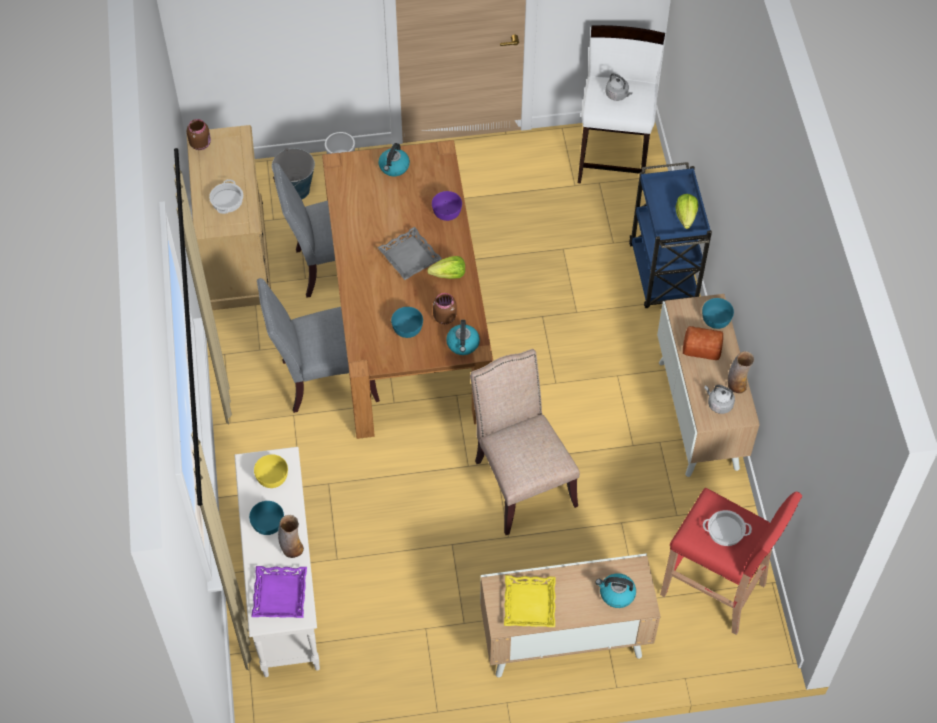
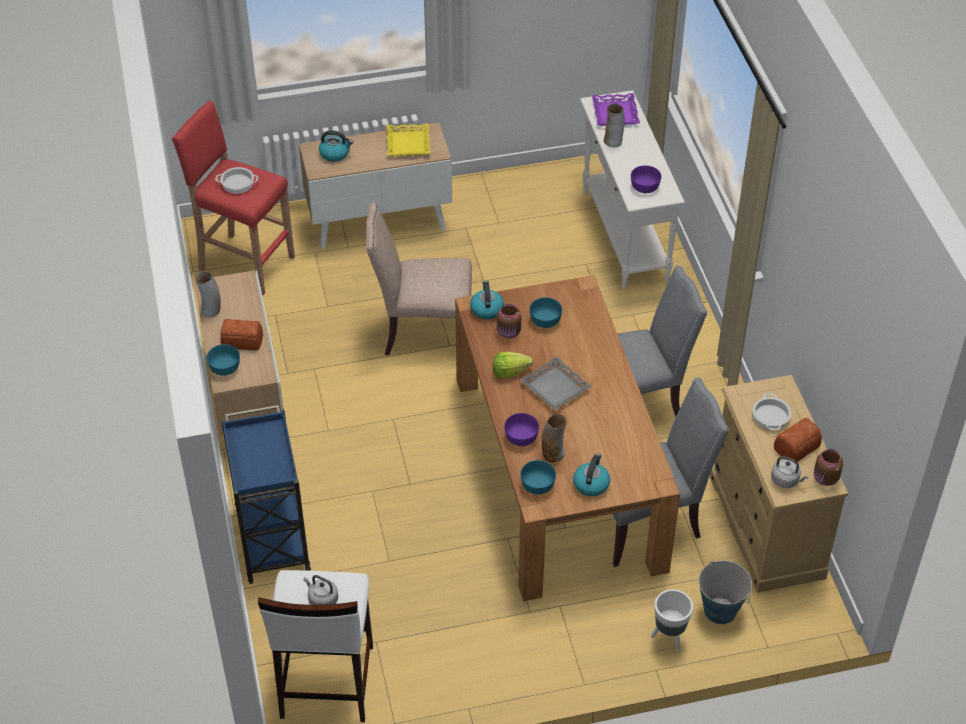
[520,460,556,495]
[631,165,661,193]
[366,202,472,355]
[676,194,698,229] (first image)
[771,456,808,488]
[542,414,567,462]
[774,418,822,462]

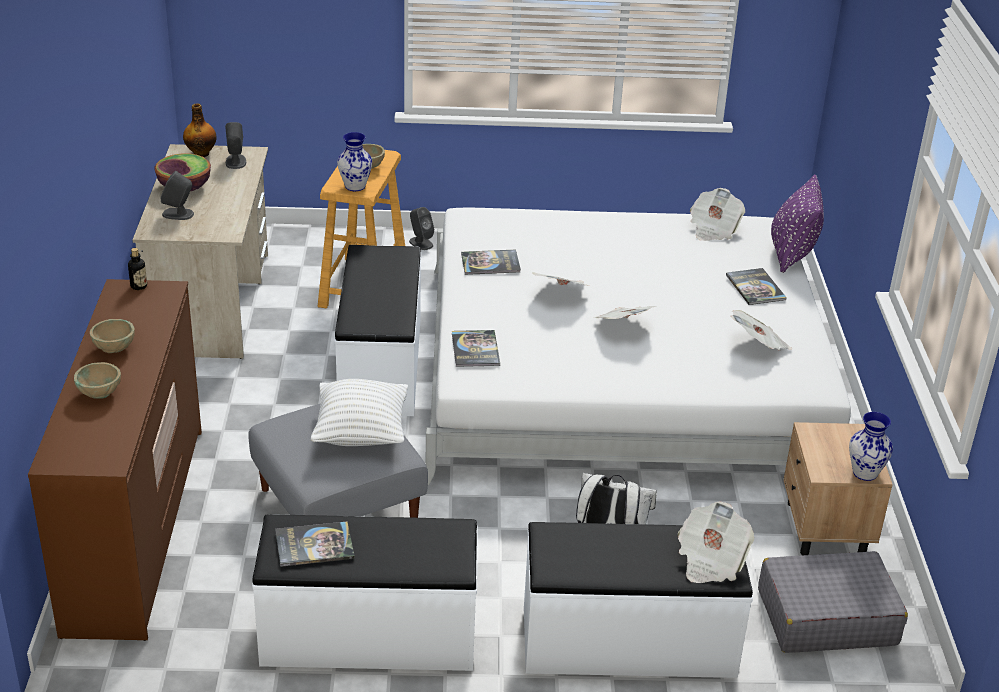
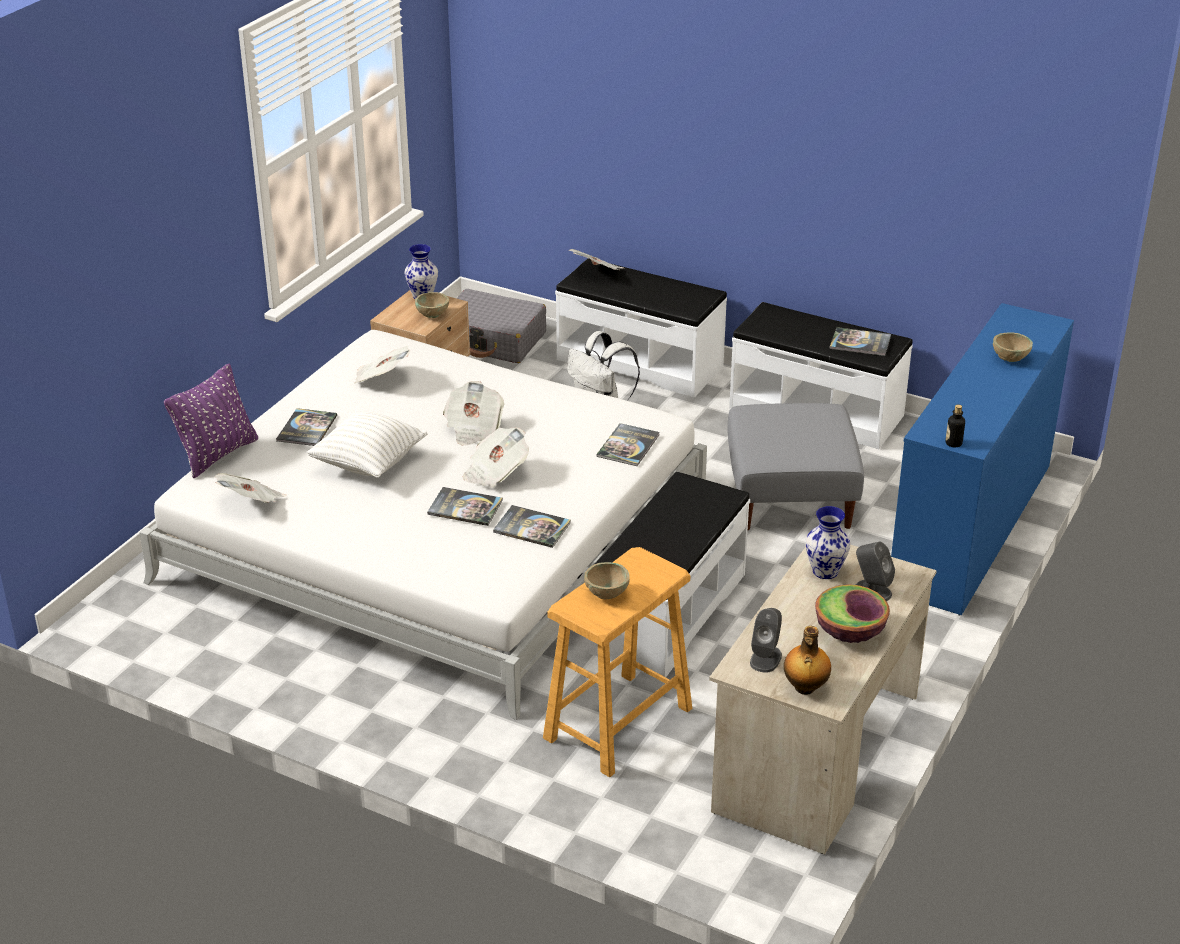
[891,303,1074,616]
[415,292,449,318]
[306,410,427,478]
[806,506,851,579]
[409,207,434,250] (first image)
[427,487,503,526]

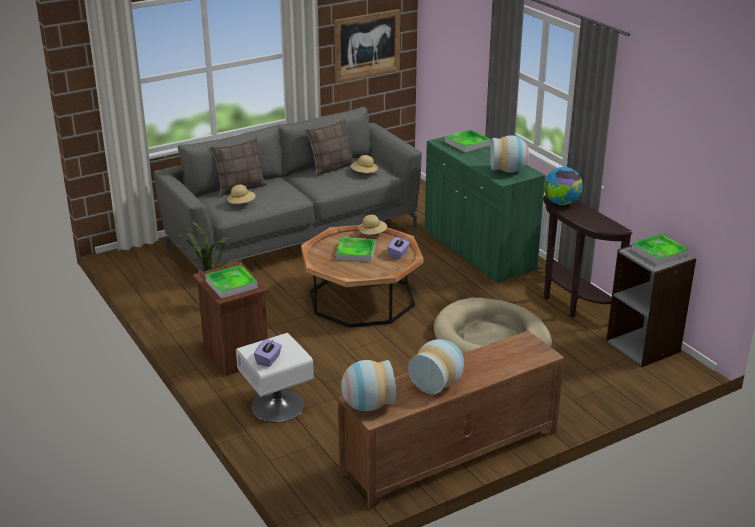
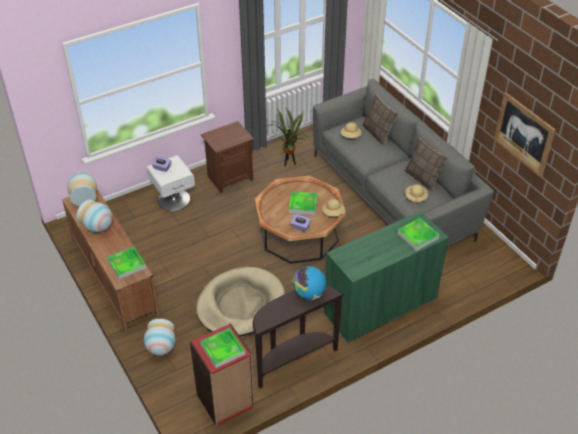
[107,247,146,280]
[144,319,175,356]
[190,323,255,426]

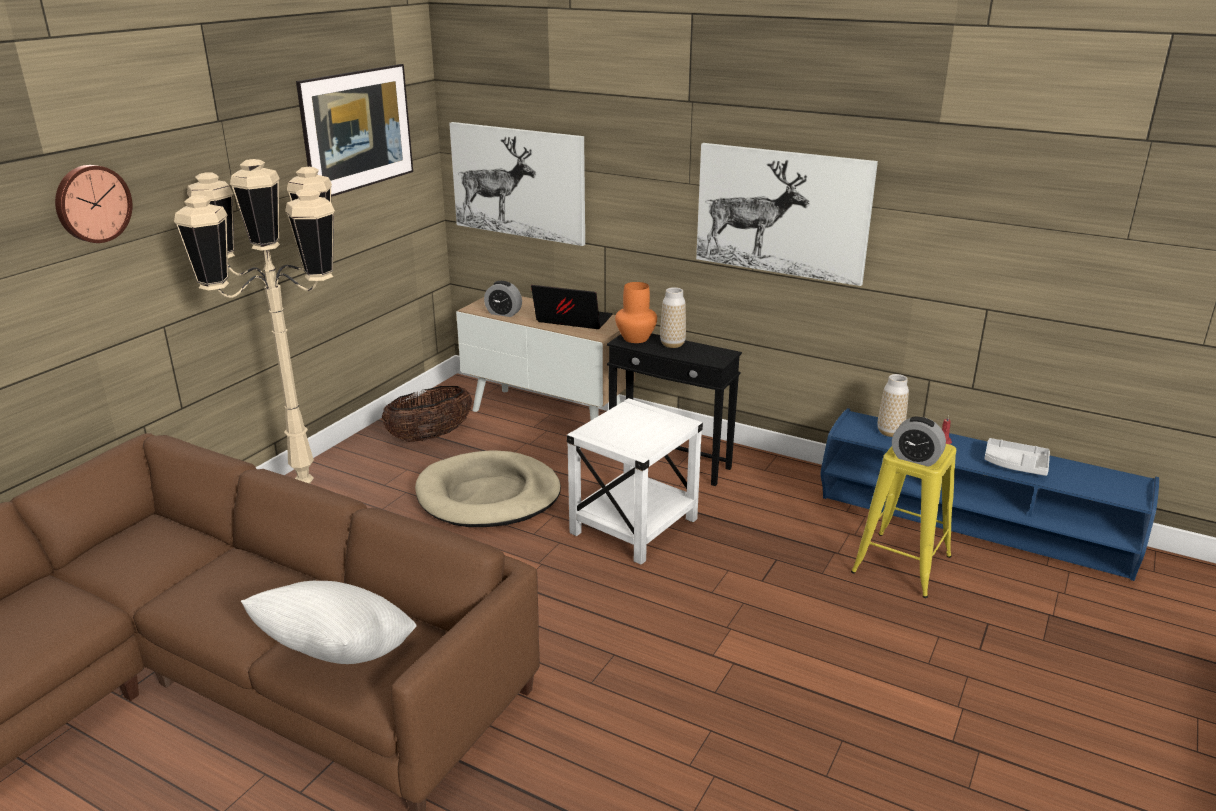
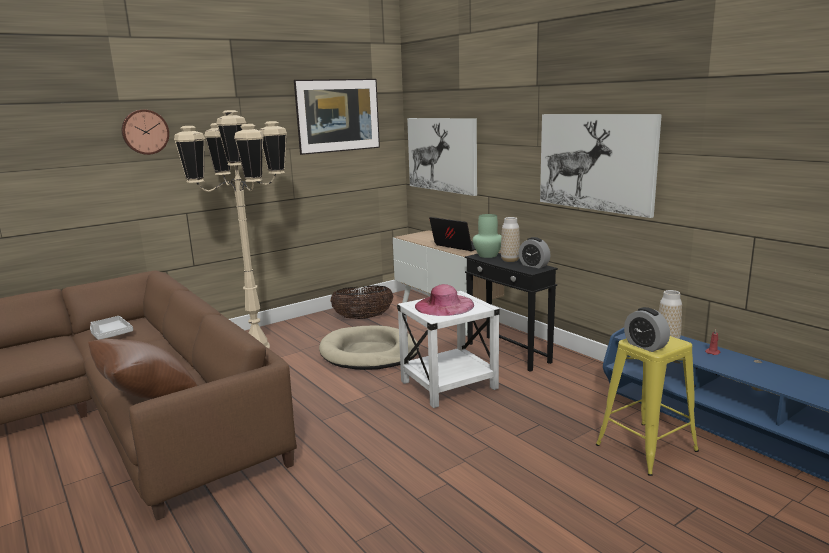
[88,339,197,399]
[519,237,551,268]
[473,214,501,258]
[90,316,133,340]
[415,284,474,316]

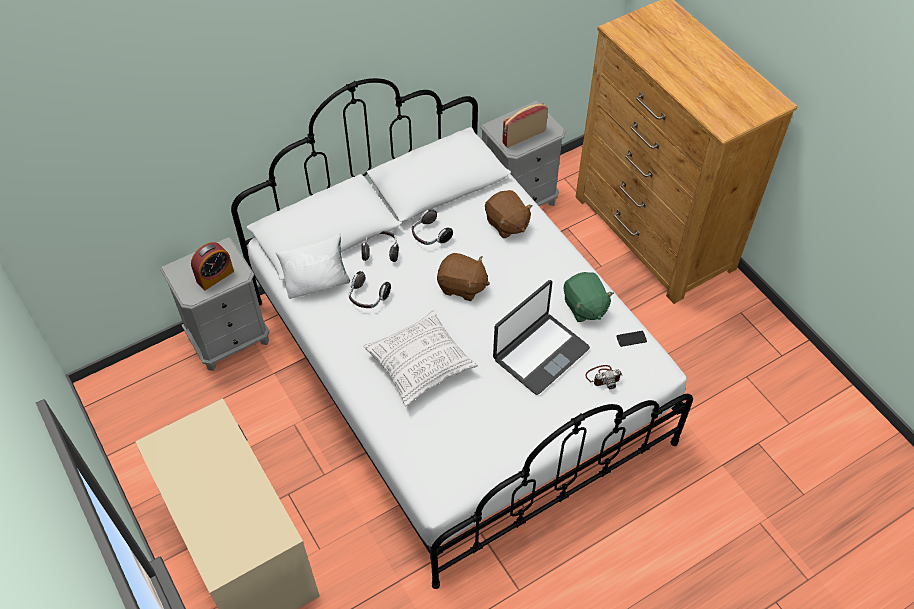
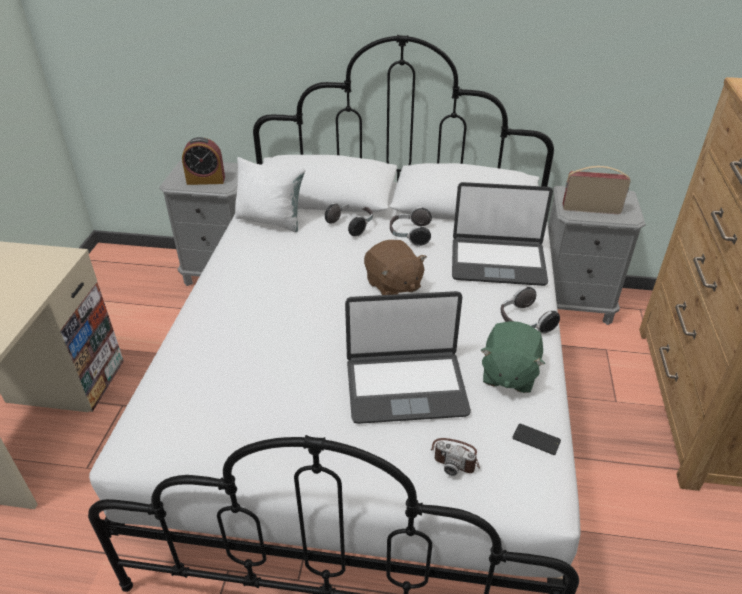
[500,286,560,334]
[364,310,478,406] (first image)
[452,182,553,286]

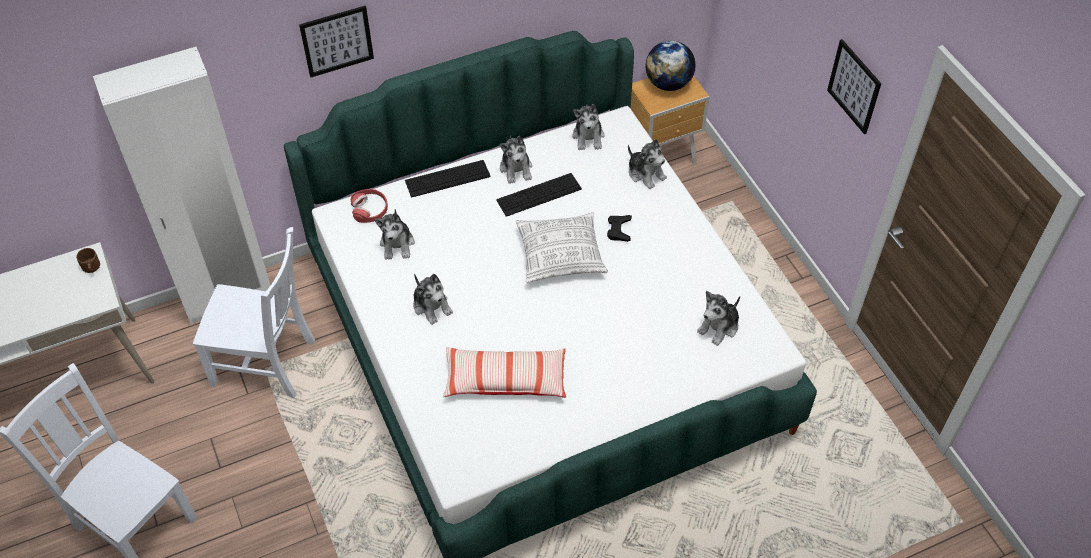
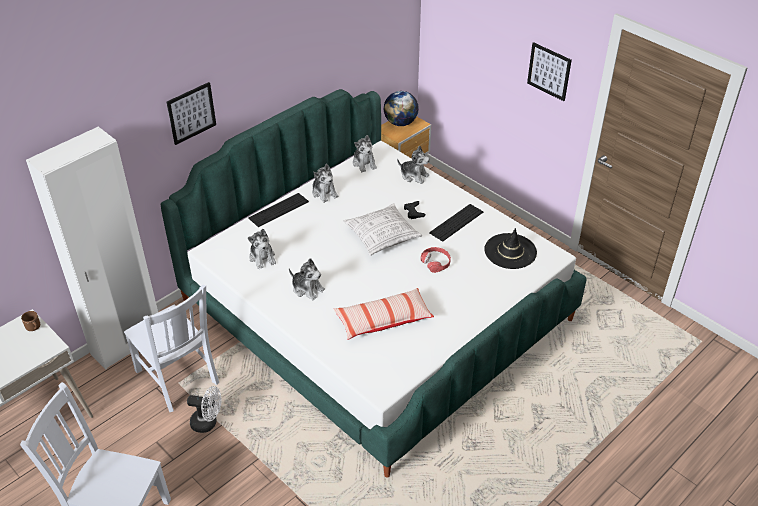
[124,285,219,412]
[420,247,451,273]
[429,204,483,242]
[484,228,537,269]
[187,386,222,433]

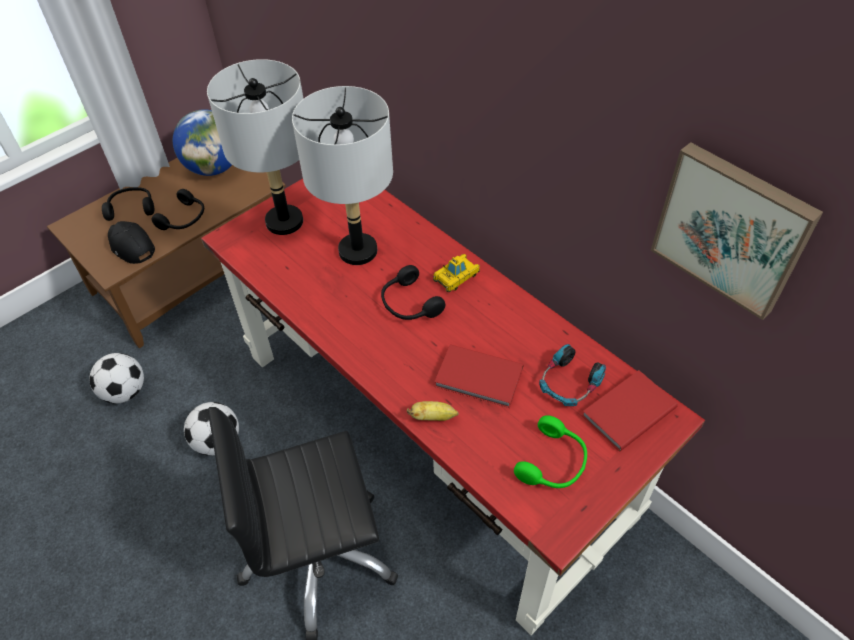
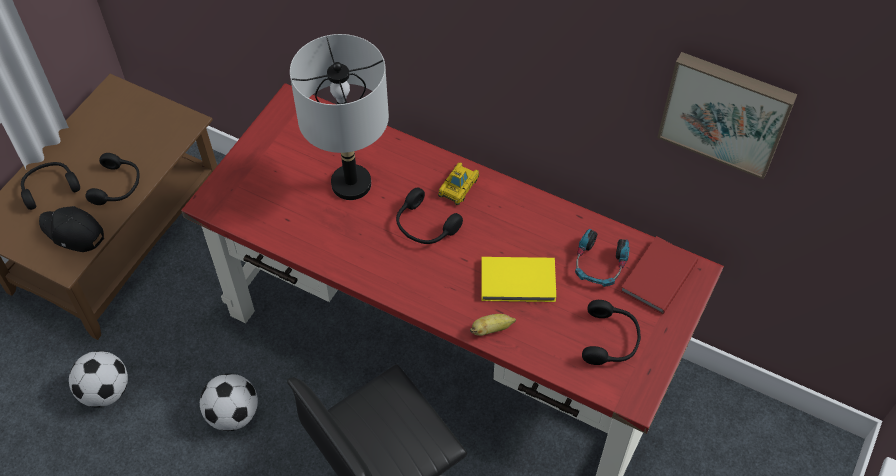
[173,109,232,176] (first image)
[207,59,303,235] (first image)
[481,257,557,302]
[582,300,641,365]

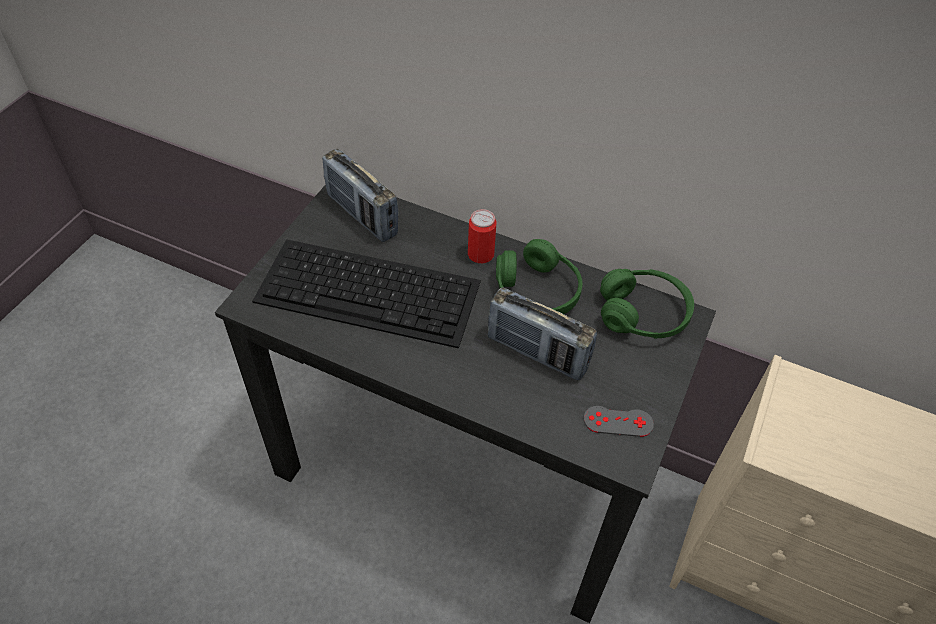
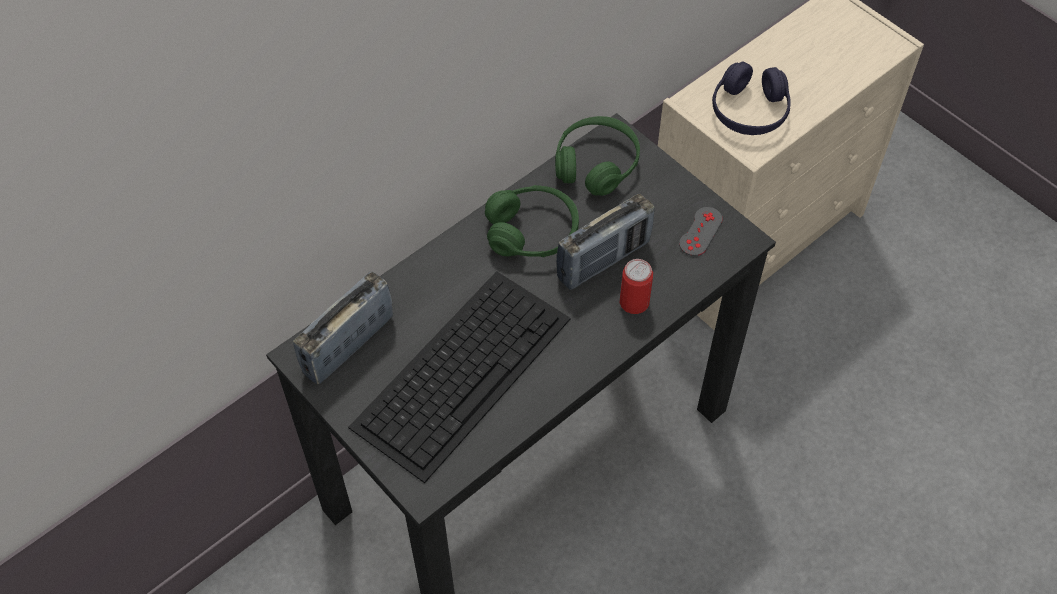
[293,271,393,384]
[620,259,653,314]
[712,61,791,135]

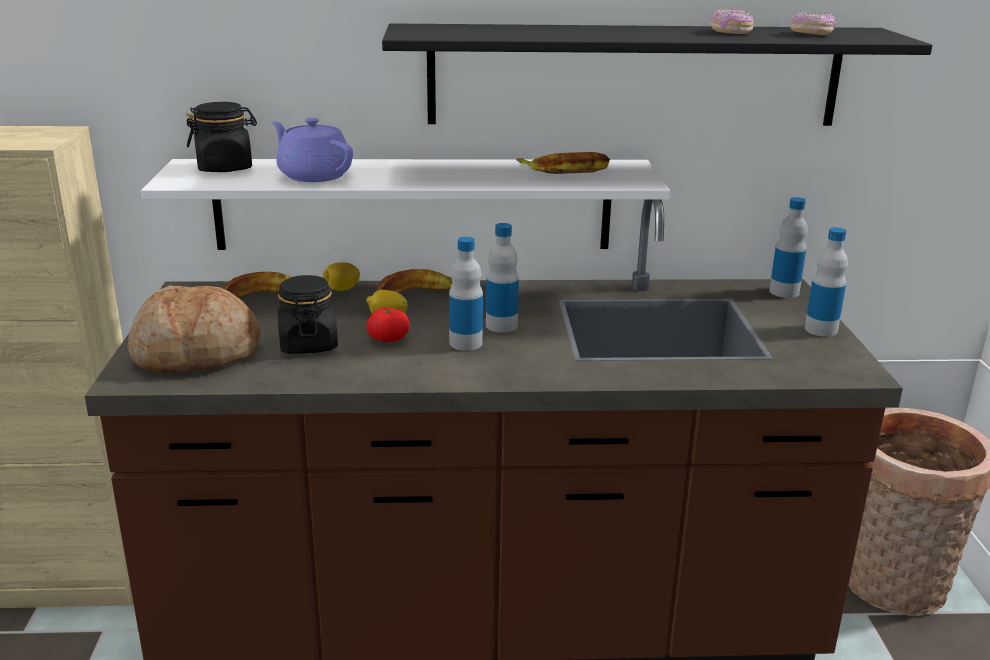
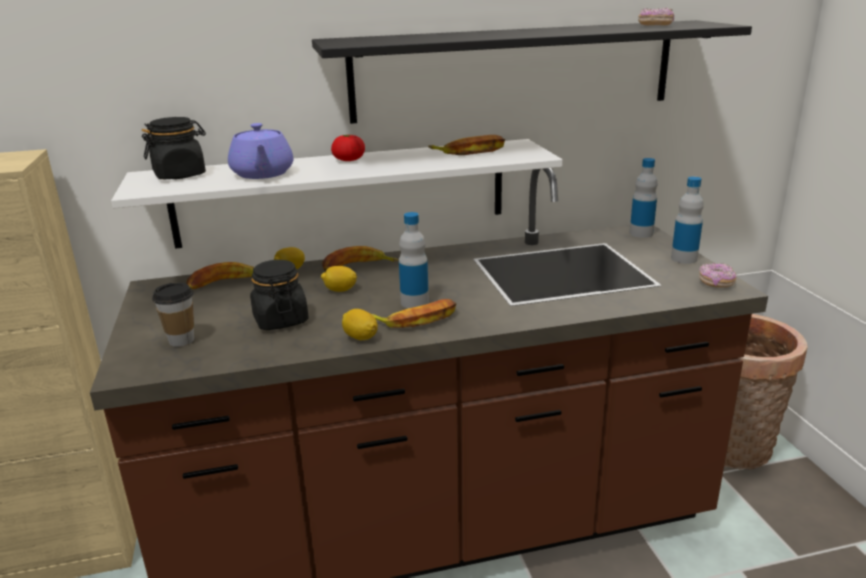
[152,282,194,347]
[228,123,293,179]
[331,135,365,161]
[486,223,519,333] (first image)
[699,263,736,287]
[342,309,378,340]
[371,299,456,328]

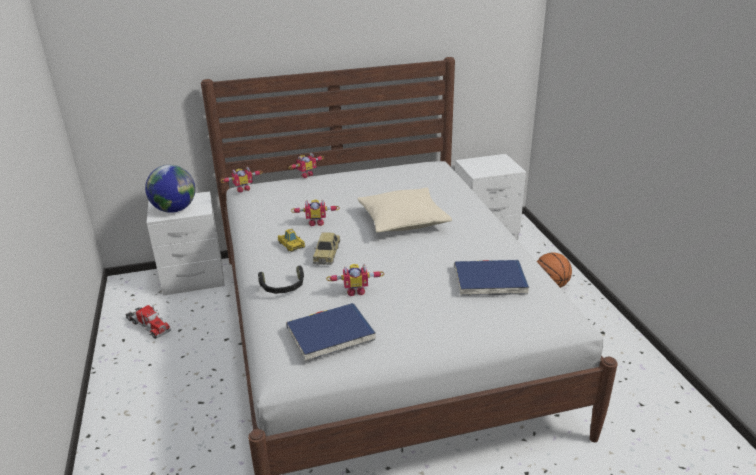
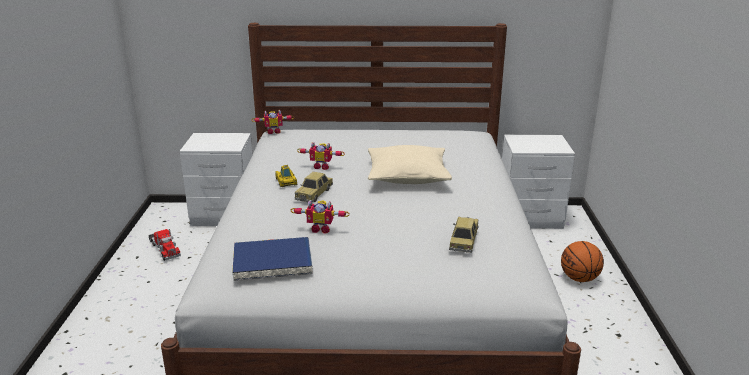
[145,165,195,213] (first image)
[258,266,304,294] (first image)
[288,153,324,178] (first image)
[449,217,479,253]

